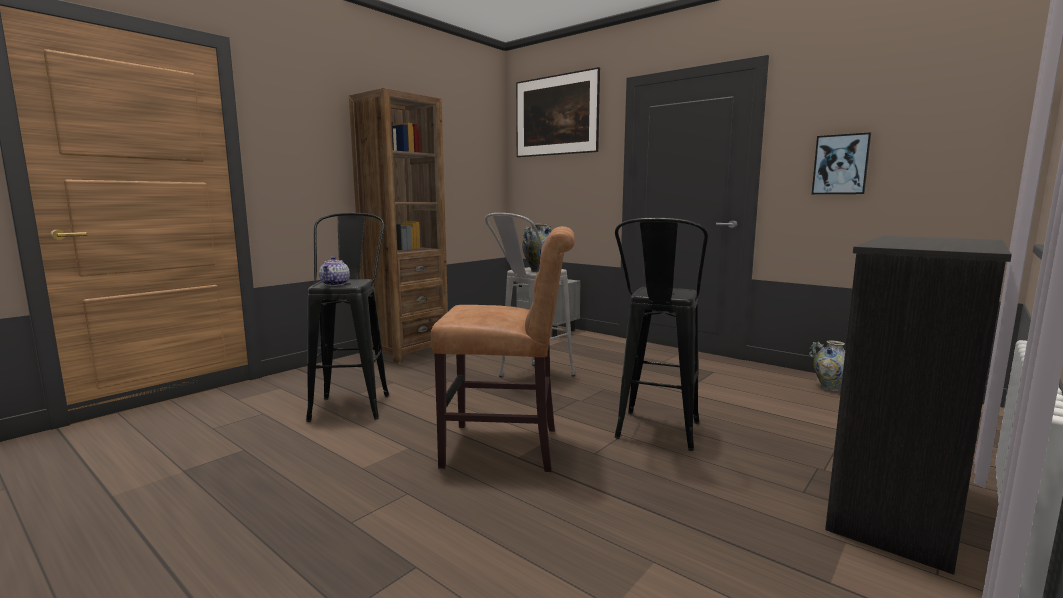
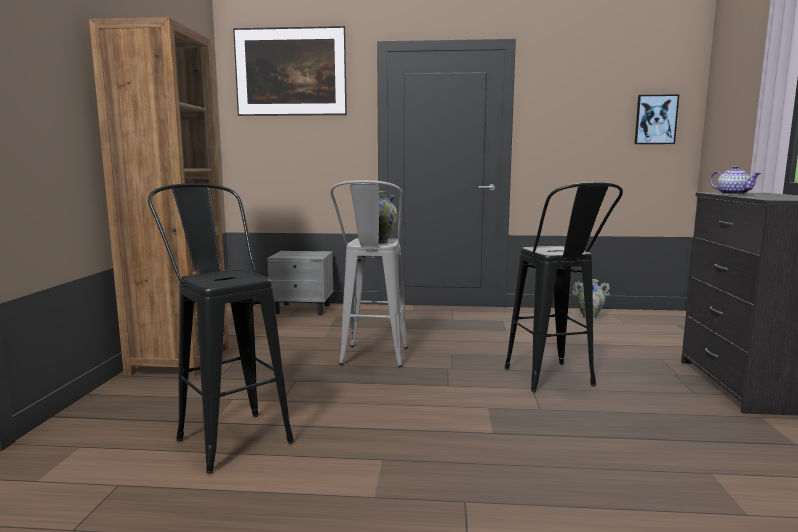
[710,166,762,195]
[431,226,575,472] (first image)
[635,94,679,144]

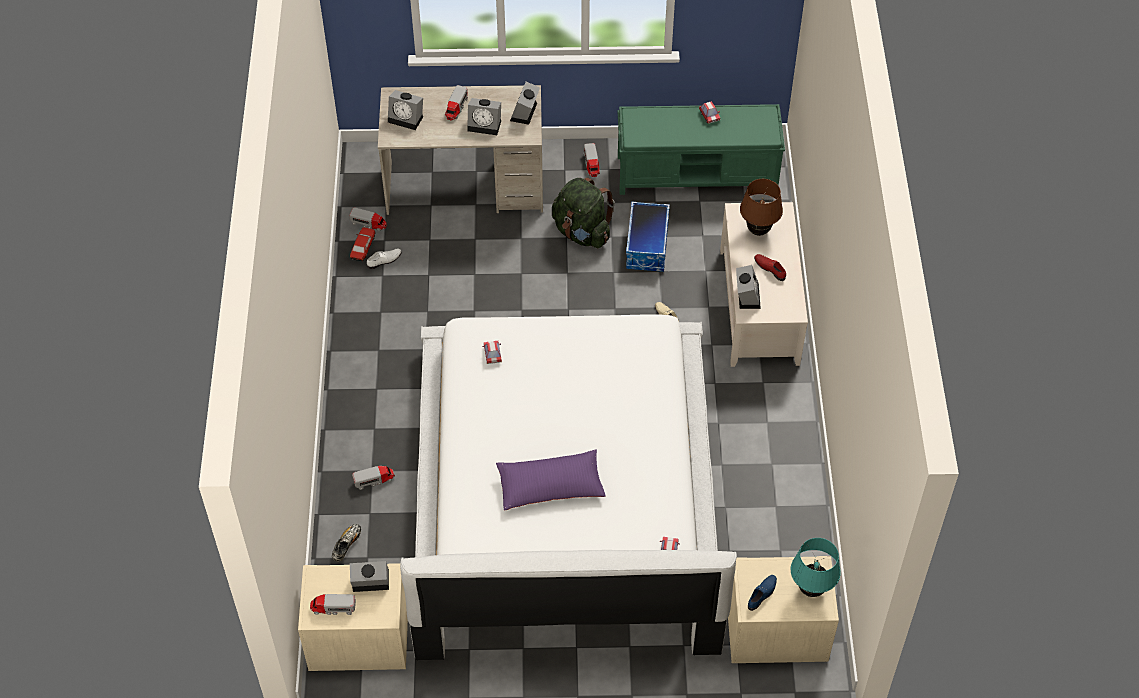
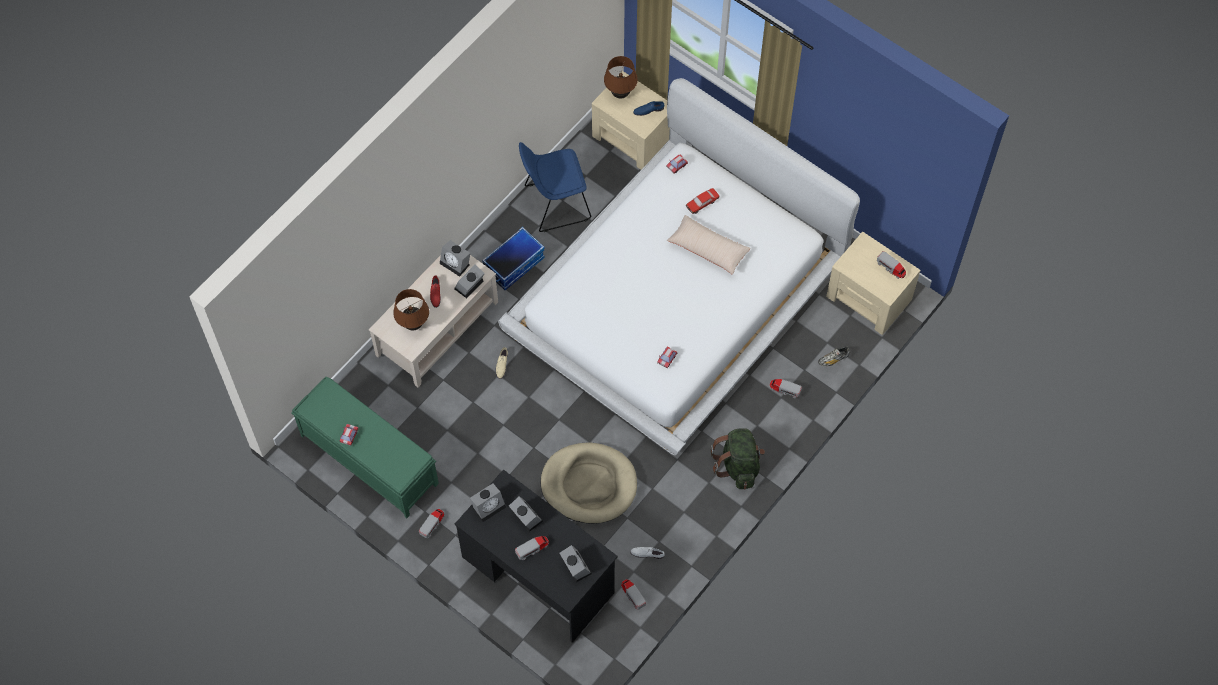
[686,188,719,214]
[440,240,470,277]
[455,469,618,643]
[667,215,751,275]
[711,428,765,489]
[482,227,545,290]
[604,56,638,99]
[519,142,591,232]
[541,442,637,524]

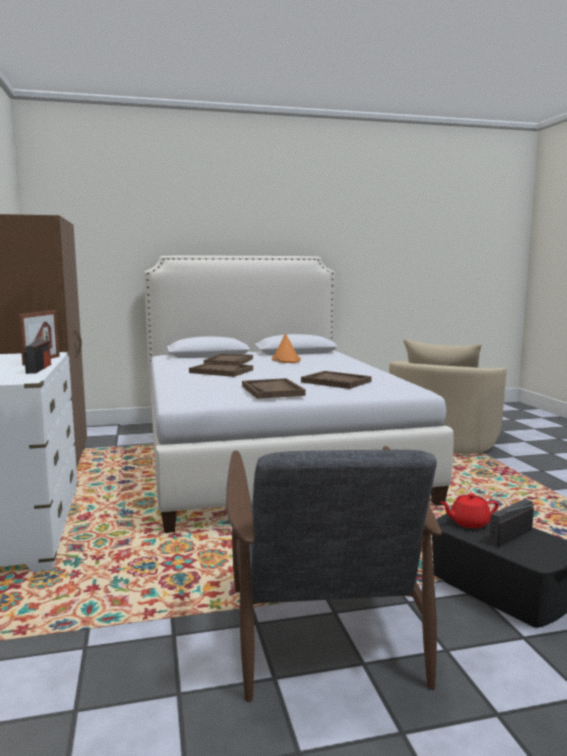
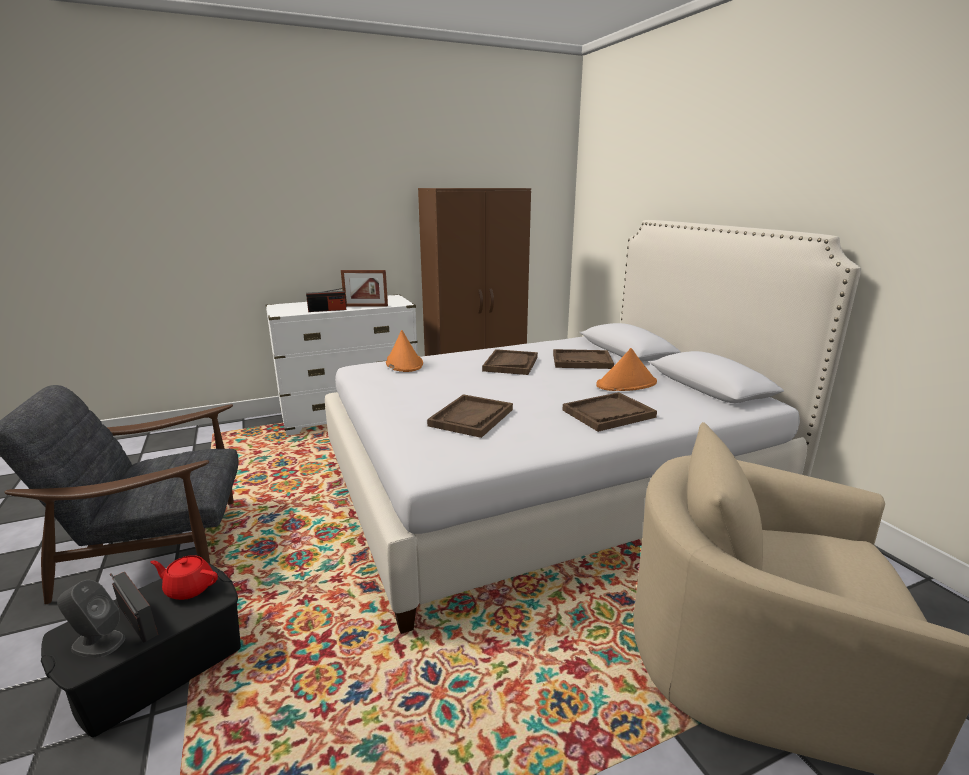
[562,392,657,432]
[150,555,218,600]
[57,580,125,658]
[386,330,423,372]

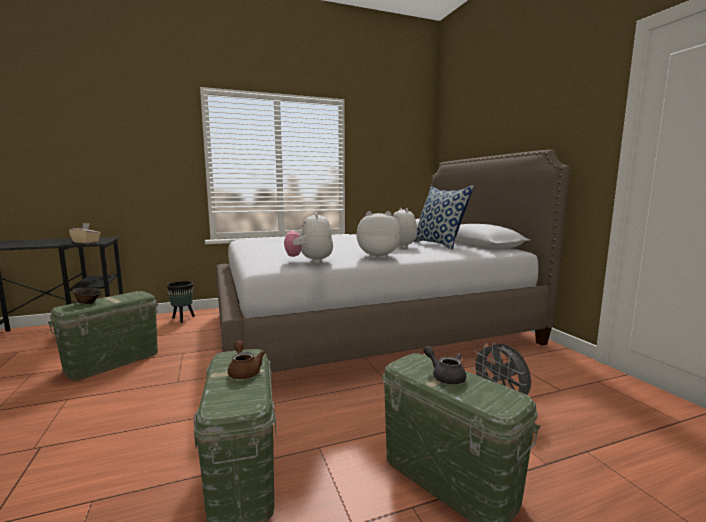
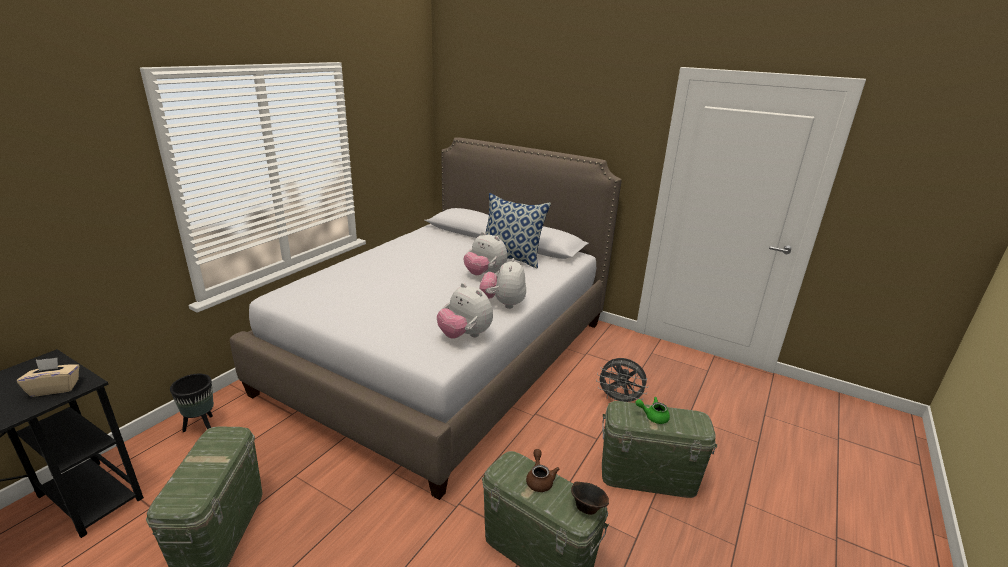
[571,482,609,515]
[526,449,559,492]
[479,258,526,309]
[635,397,670,424]

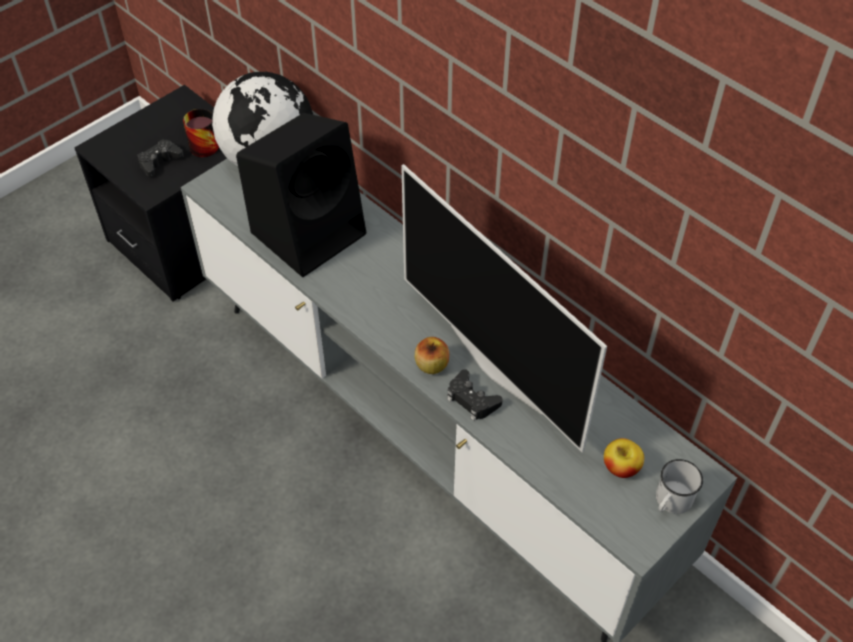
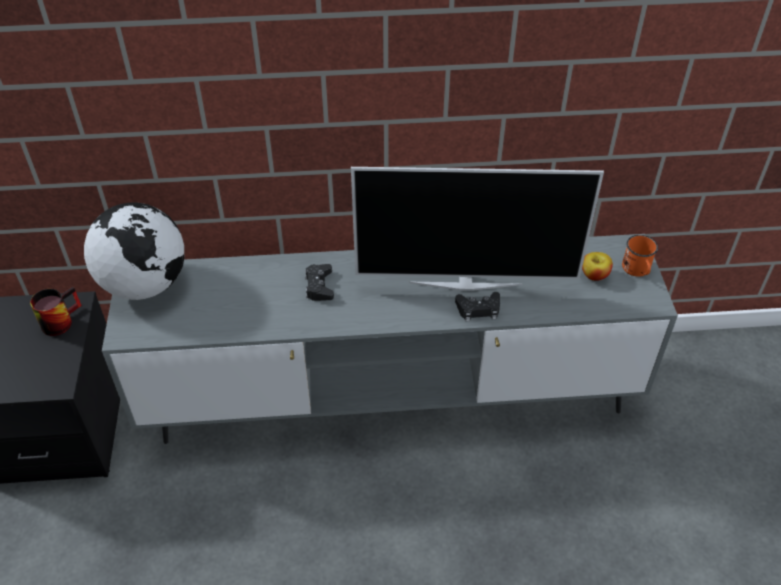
[305,264,334,301]
[236,113,366,277] (first image)
[415,337,449,374] (first image)
[622,235,658,277]

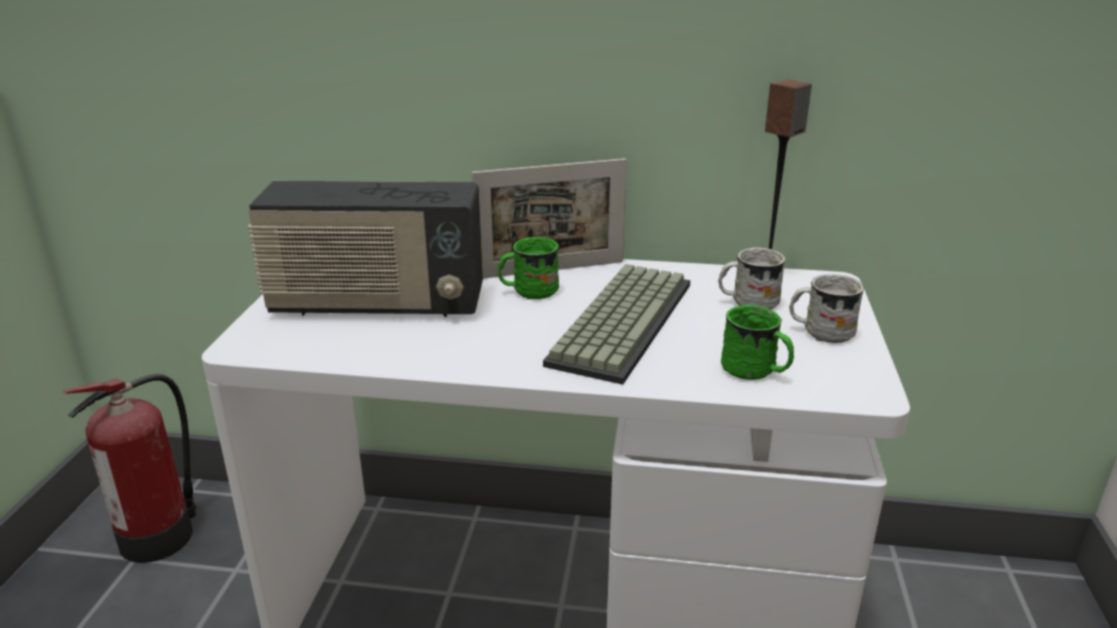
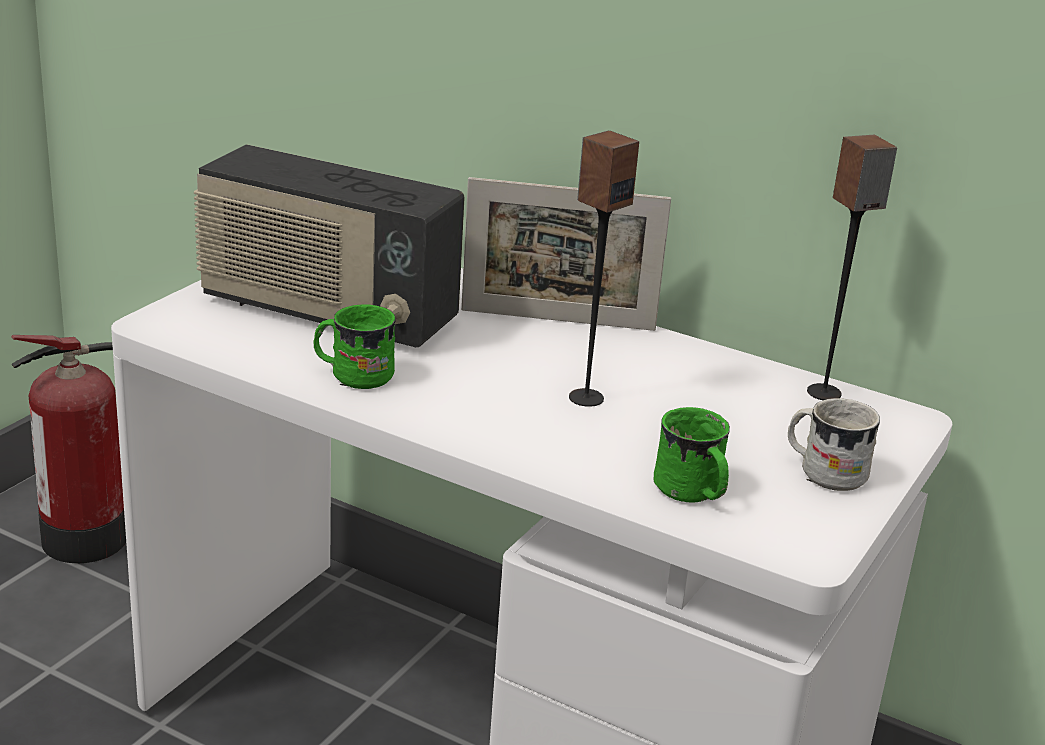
[313,304,396,389]
[569,131,639,407]
[718,248,786,310] (first image)

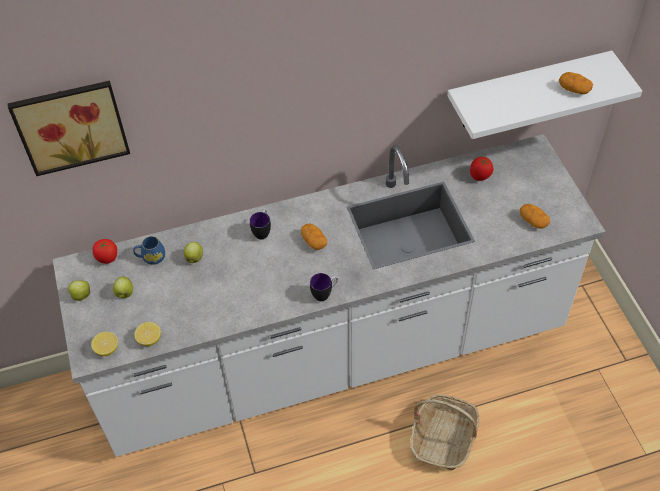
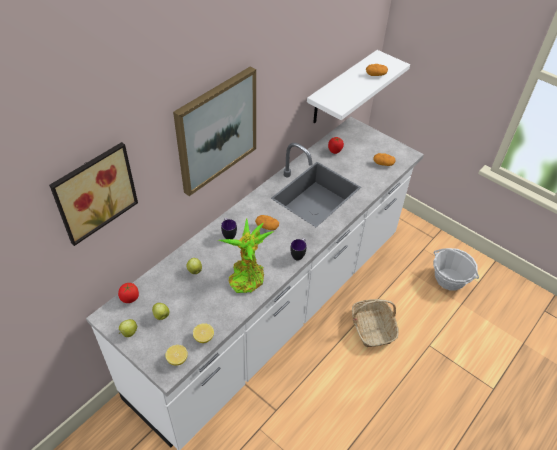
[133,236,165,265] (first image)
[173,66,256,196]
[218,219,275,293]
[433,248,479,291]

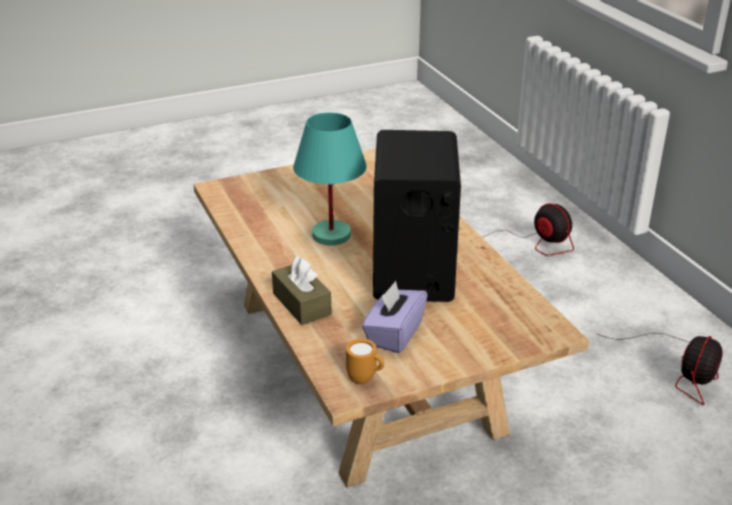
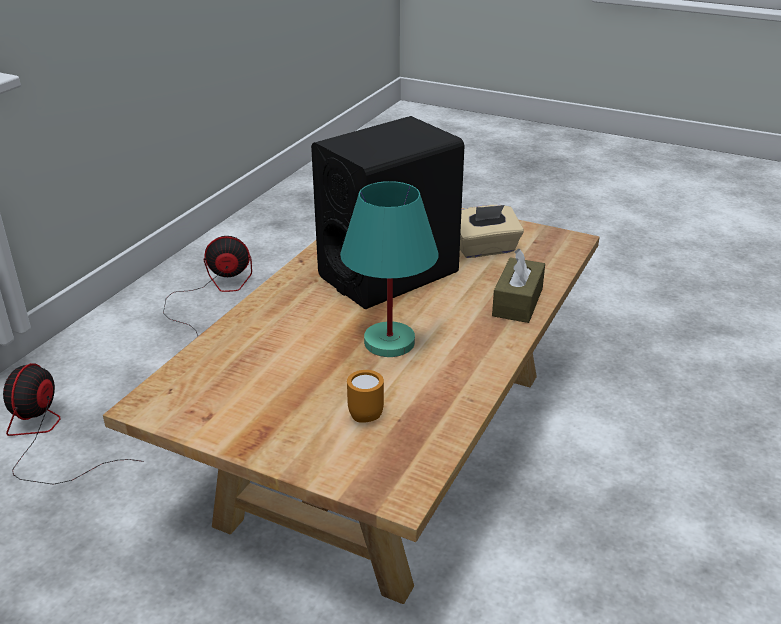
[347,370,384,423]
[460,205,524,258]

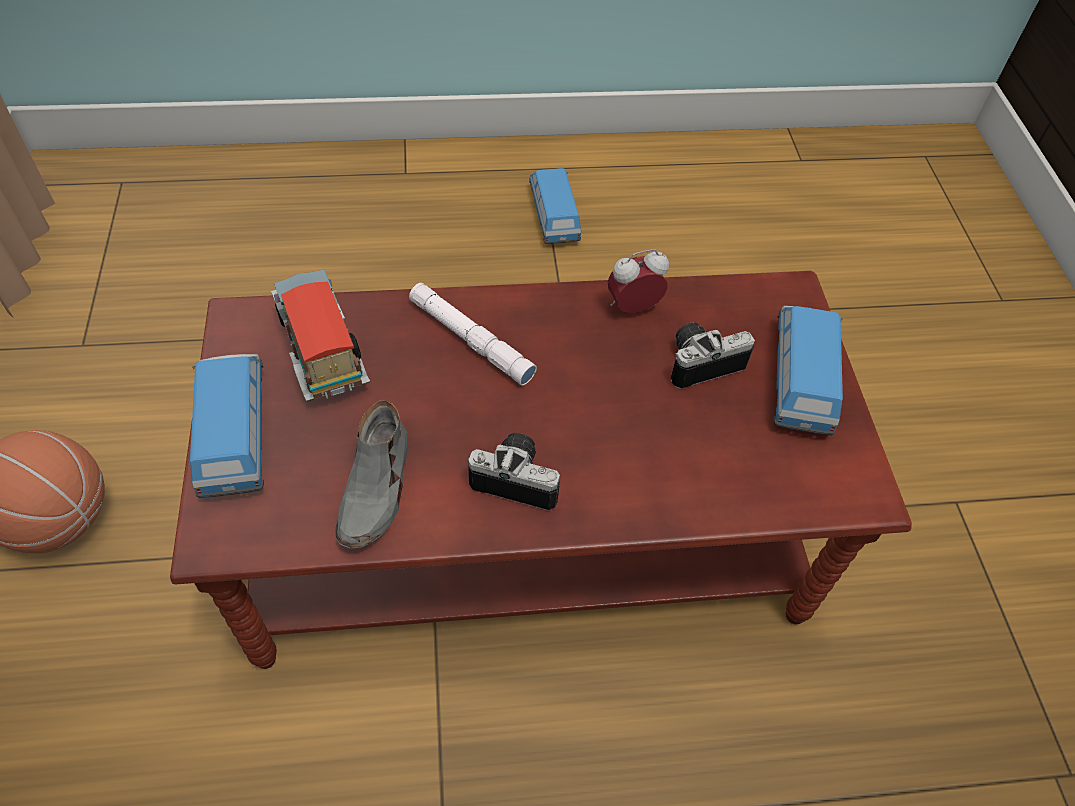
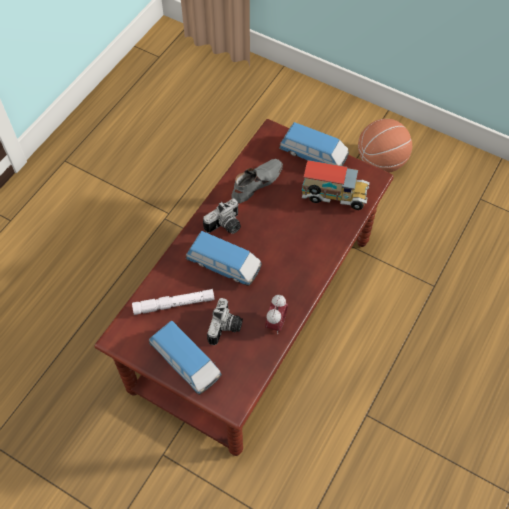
[231,159,283,204]
[132,289,215,315]
[186,231,262,286]

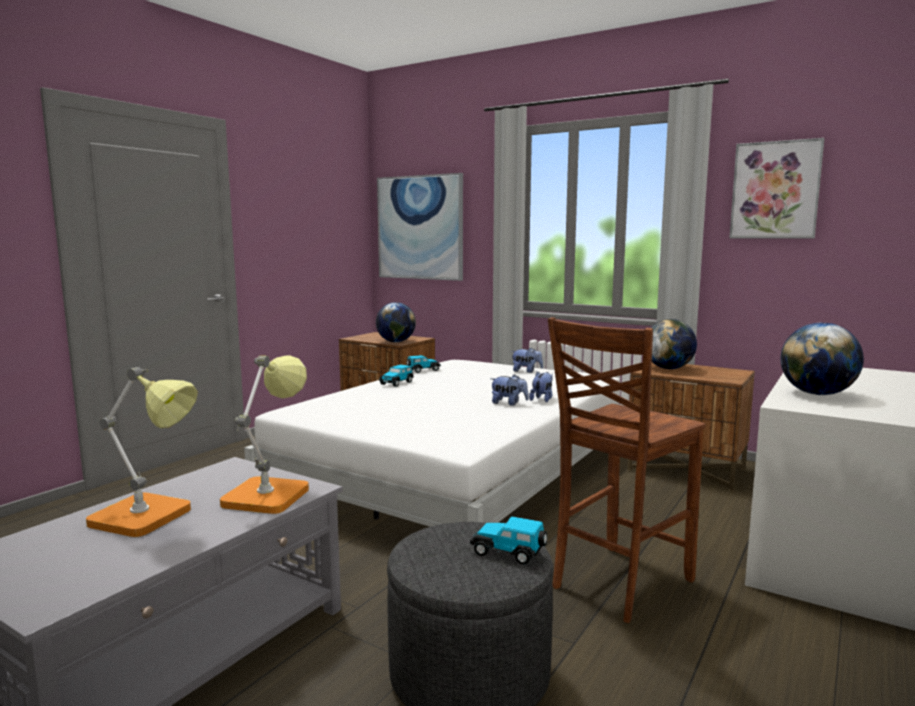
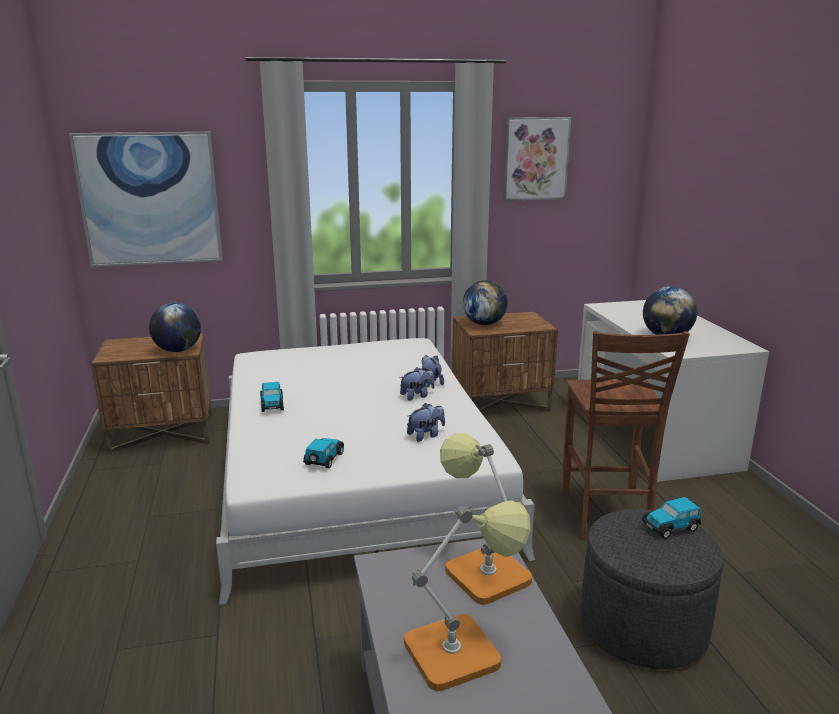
[303,438,344,468]
[407,403,445,442]

